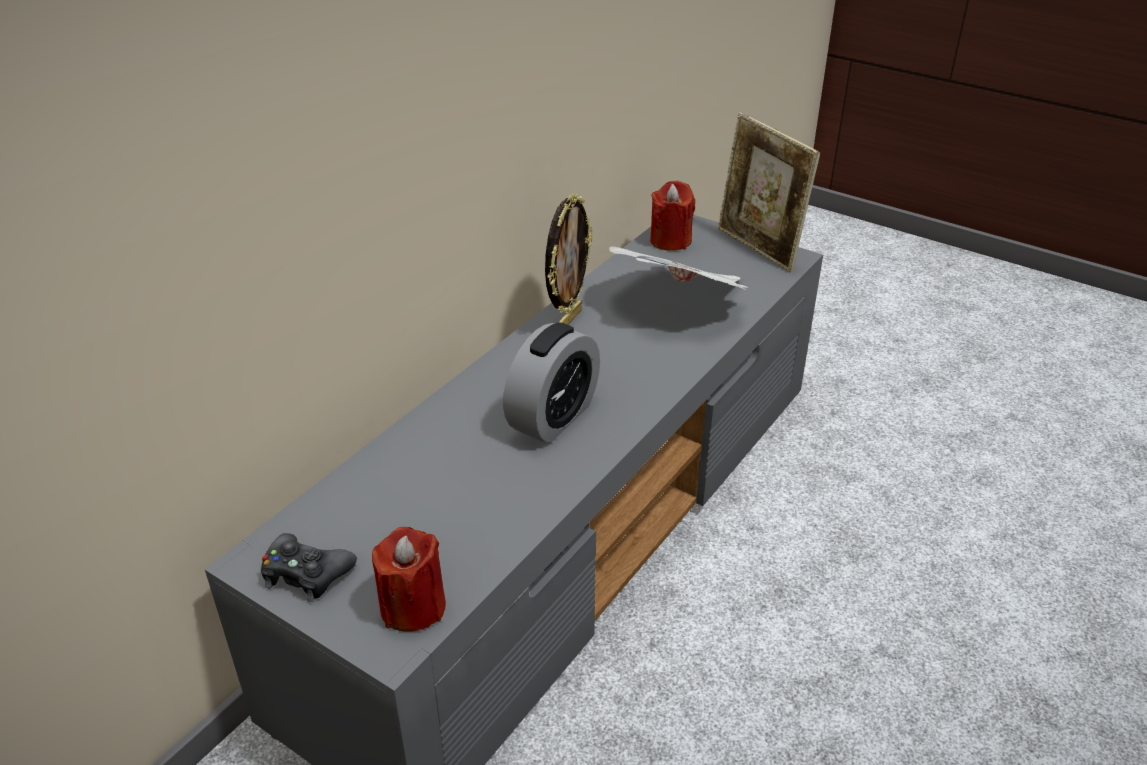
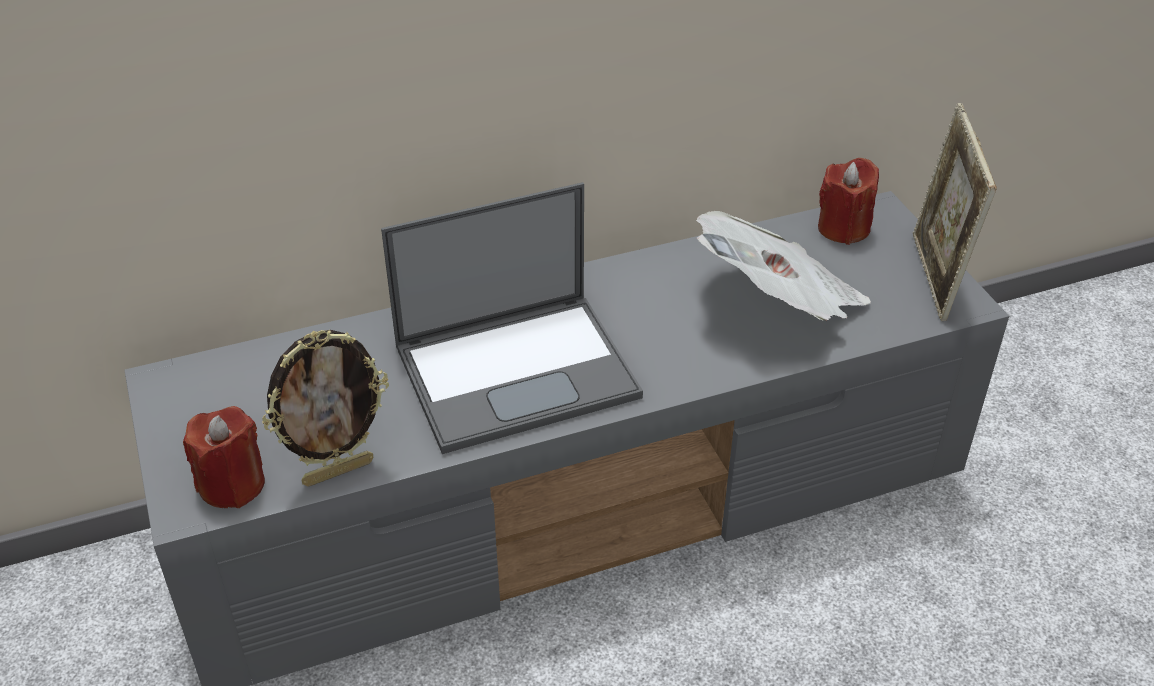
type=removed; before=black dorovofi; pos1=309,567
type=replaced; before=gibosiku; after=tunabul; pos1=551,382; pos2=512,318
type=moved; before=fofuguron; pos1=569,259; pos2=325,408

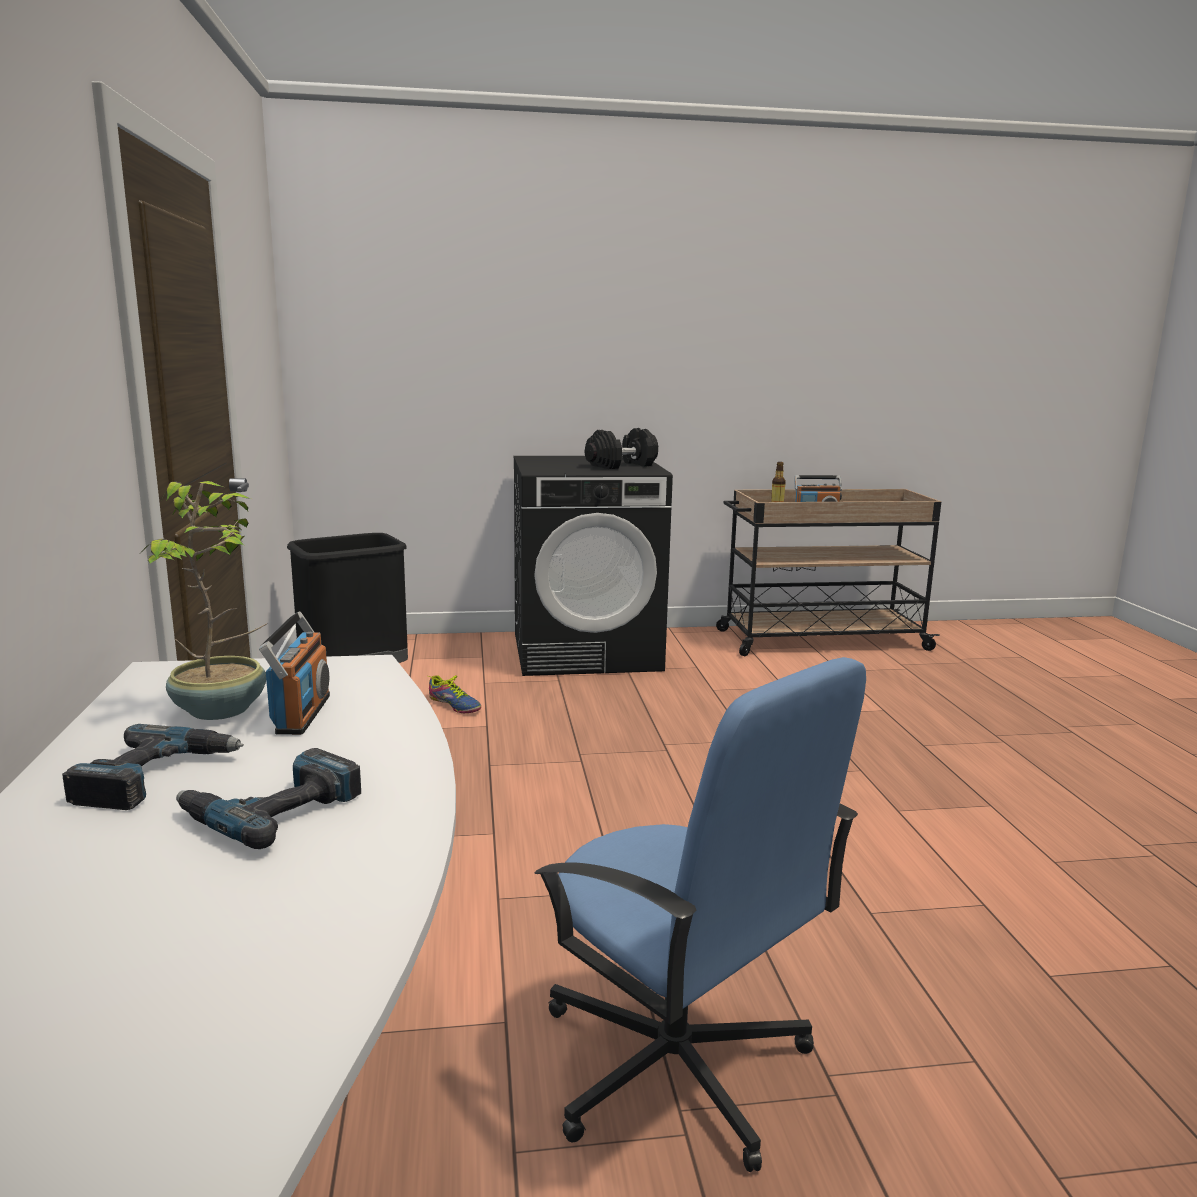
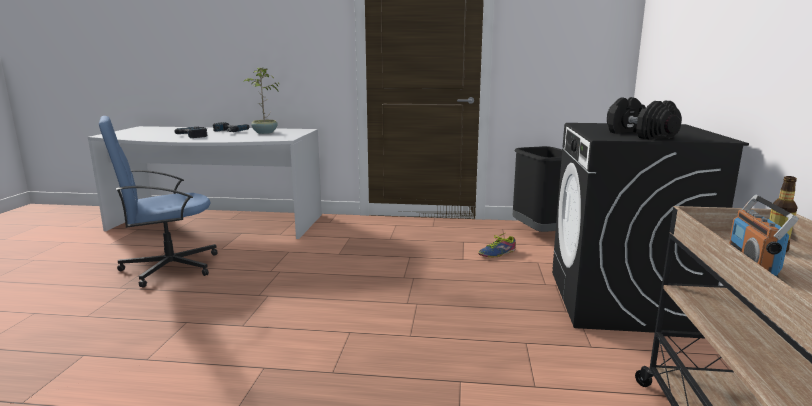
type=removed; before=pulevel; pos1=294,673

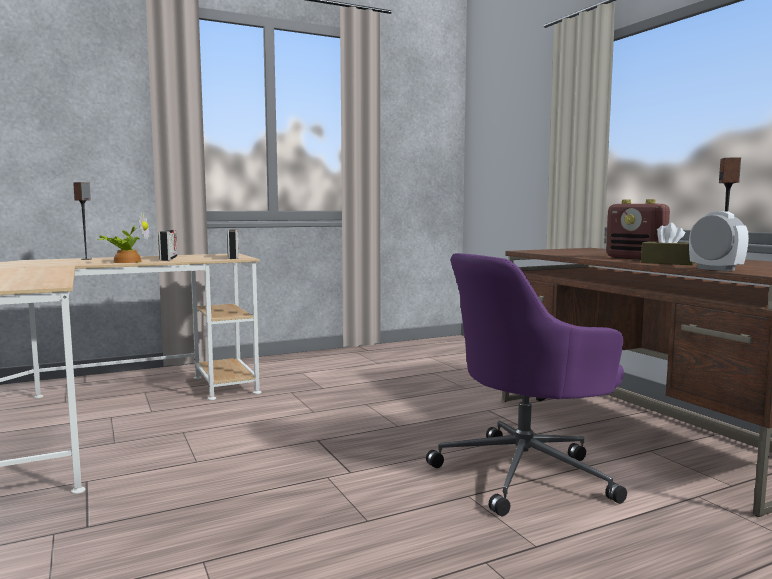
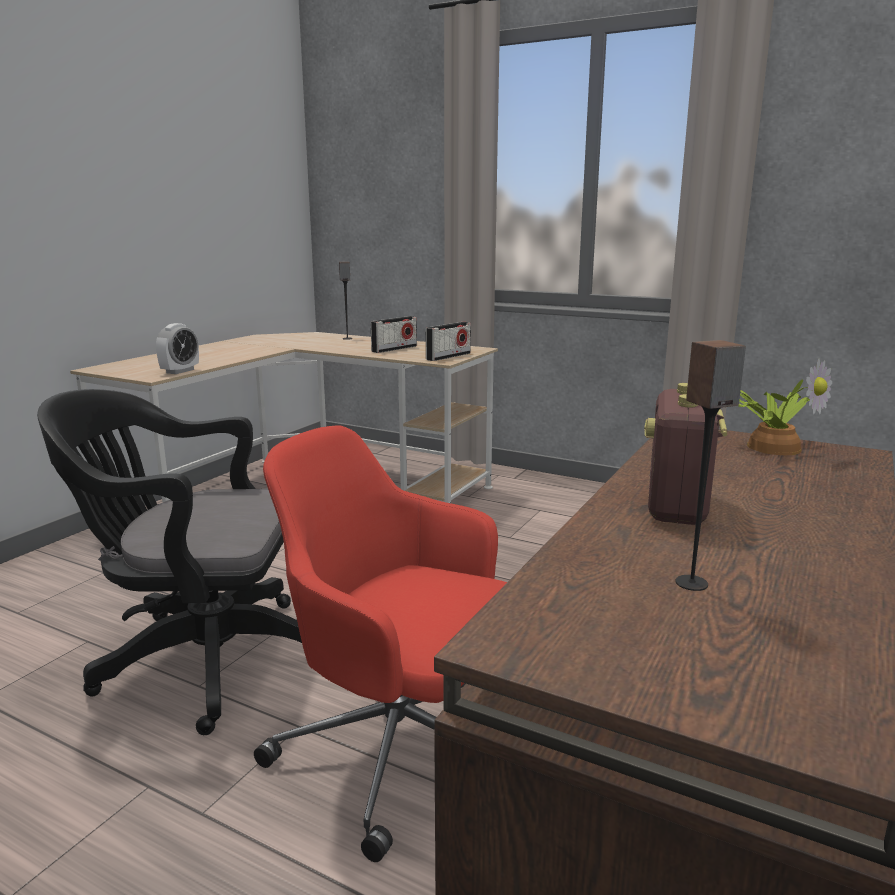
type=moved; before=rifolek; pos1=123,237; pos2=785,406
type=recoloured; before=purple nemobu; after=red nemobu; pos1=526,385; pos2=380,643
type=removed; before=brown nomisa; pos1=668,244
type=moved; before=gibosiku; pos1=719,241; pos2=177,348
type=added; after=black nemobu; pos2=169,562

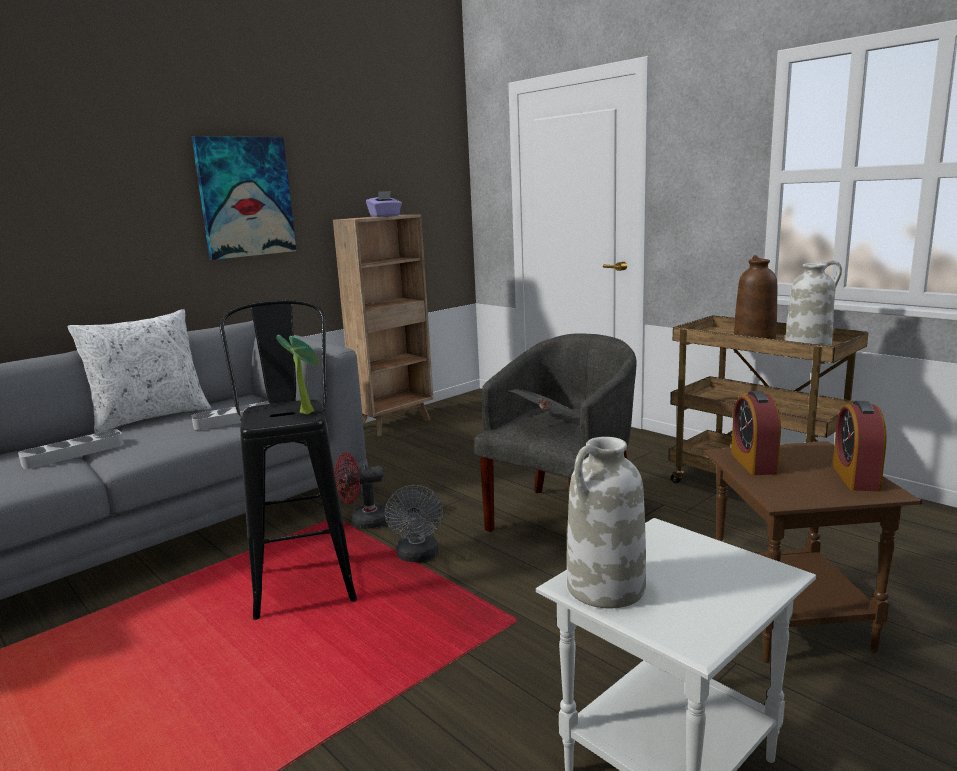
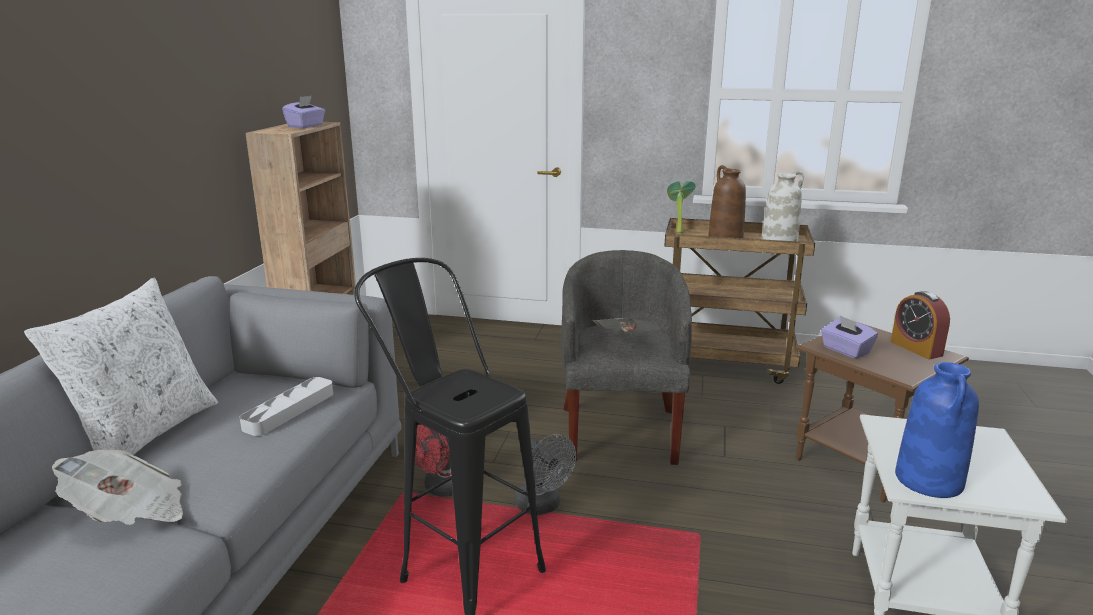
type=replaced; before=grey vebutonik; after=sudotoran; pos1=71,449; pos2=117,487
type=removed; before=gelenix; pos1=244,198
type=moved; before=rifolek; pos1=297,374; pos2=681,207
type=recoloured; before=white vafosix; after=blue vafosix; pos1=606,522; pos2=937,430
type=replaced; before=gibosiku; after=purple nomisa; pos1=756,433; pos2=849,337

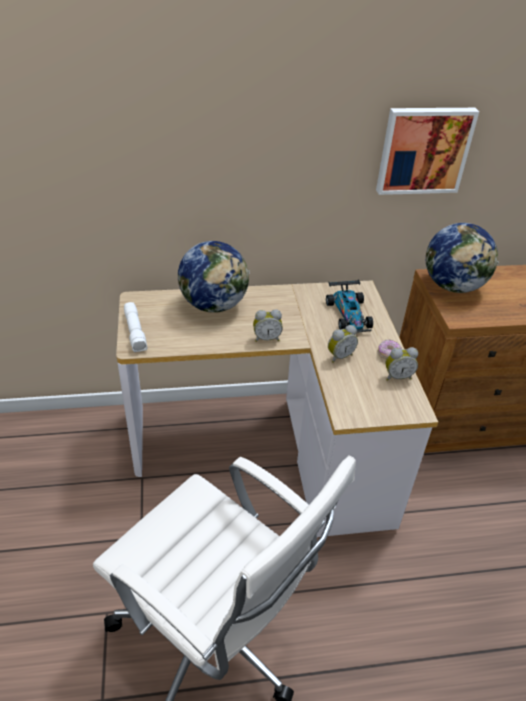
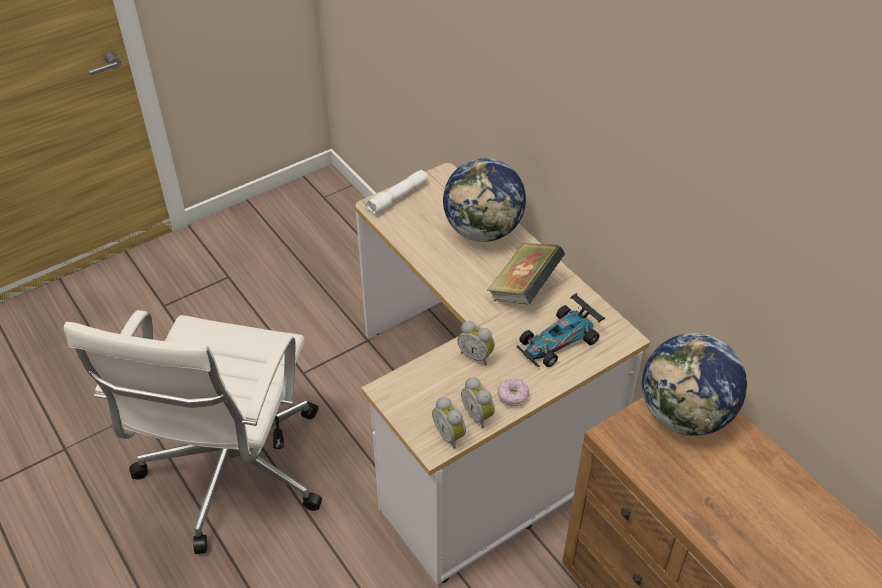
type=moved; before=gibosiku; pos1=268,325; pos2=449,423
type=removed; before=gelenix; pos1=427,151
type=added; after=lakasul; pos2=526,273

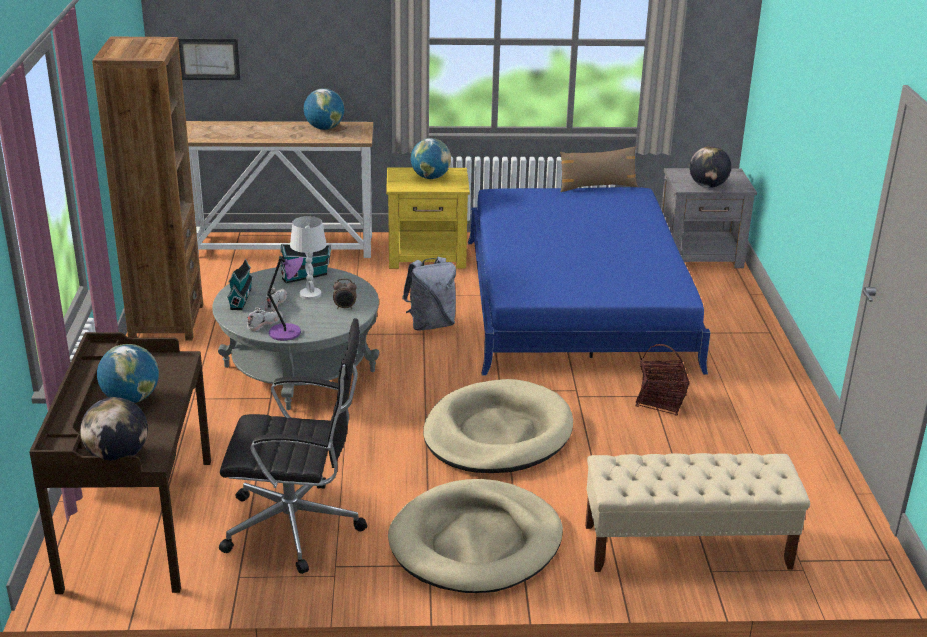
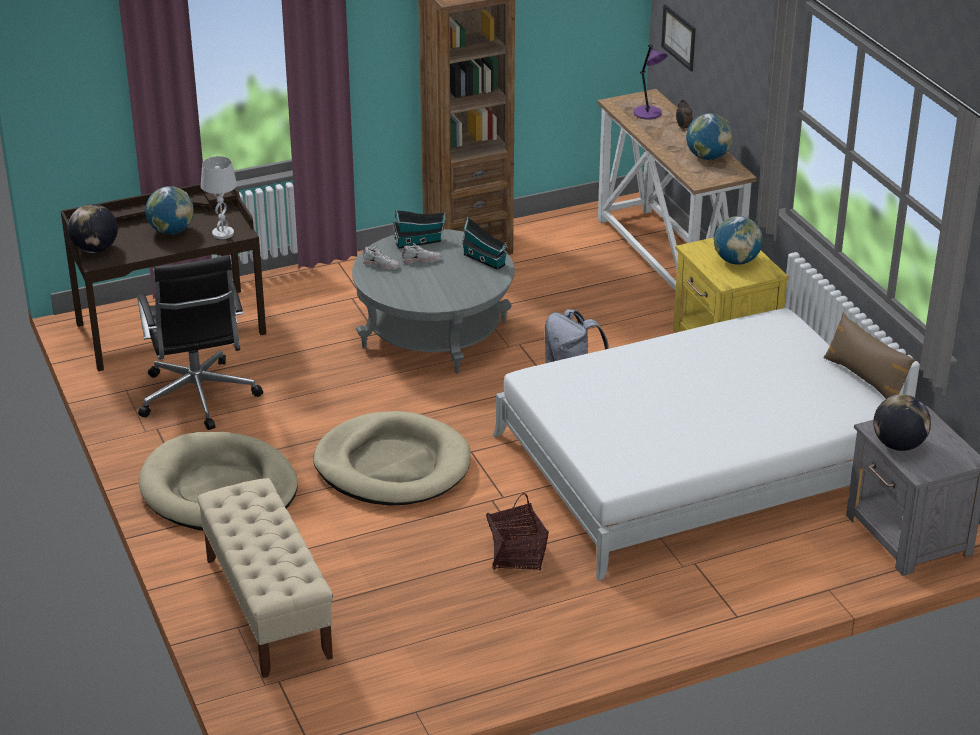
type=moved; before=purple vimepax; pos1=285,298; pos2=650,81
type=moved; before=white vimepax; pos1=308,258; pos2=219,197
type=moved; before=gibosiku; pos1=345,293; pos2=684,115
type=recoloured; before=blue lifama; after=white lifama; pos1=589,281; pos2=689,444

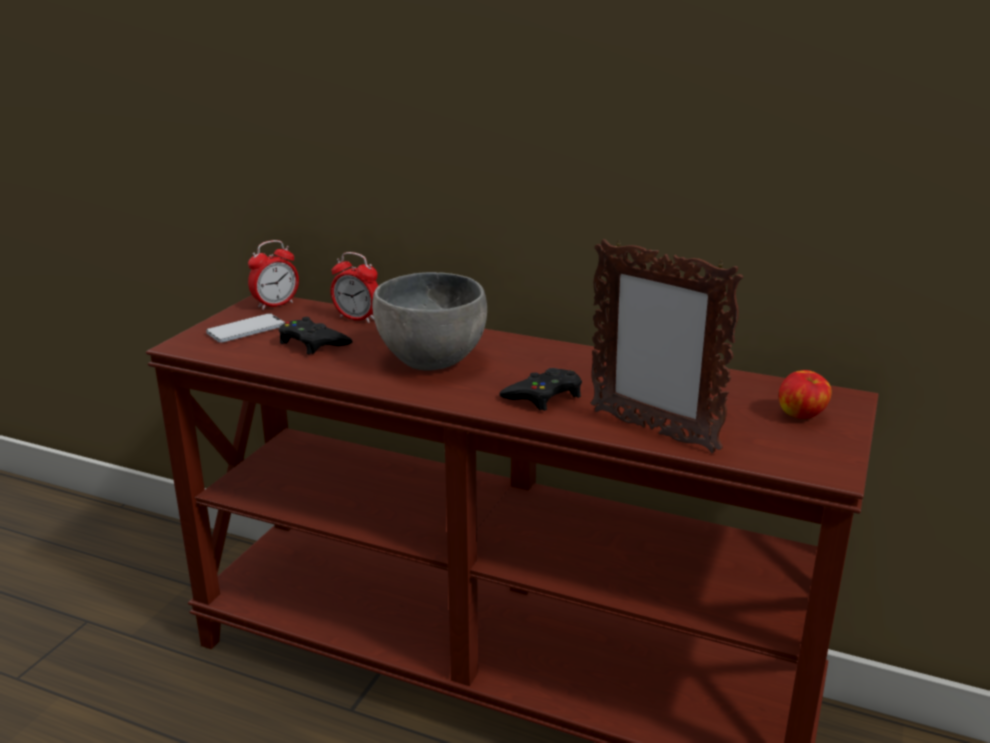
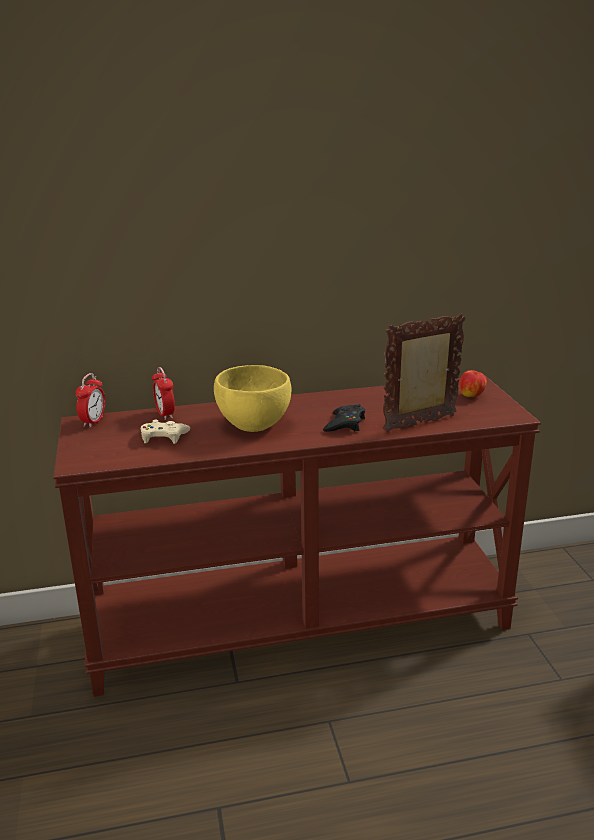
type=removed; before=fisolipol; pos1=245,328
type=recoloured; before=black dorovofi; after=beige dorovofi; pos1=316,335; pos2=165,432
type=turned; before=gibosiku; pos1=354,287; pos2=163,393; turn=75
type=recoloured; before=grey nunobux; after=yellow nunobux; pos1=429,321; pos2=252,398
type=turned; before=fofuguron; pos1=667,346; pos2=424,372; turn=150

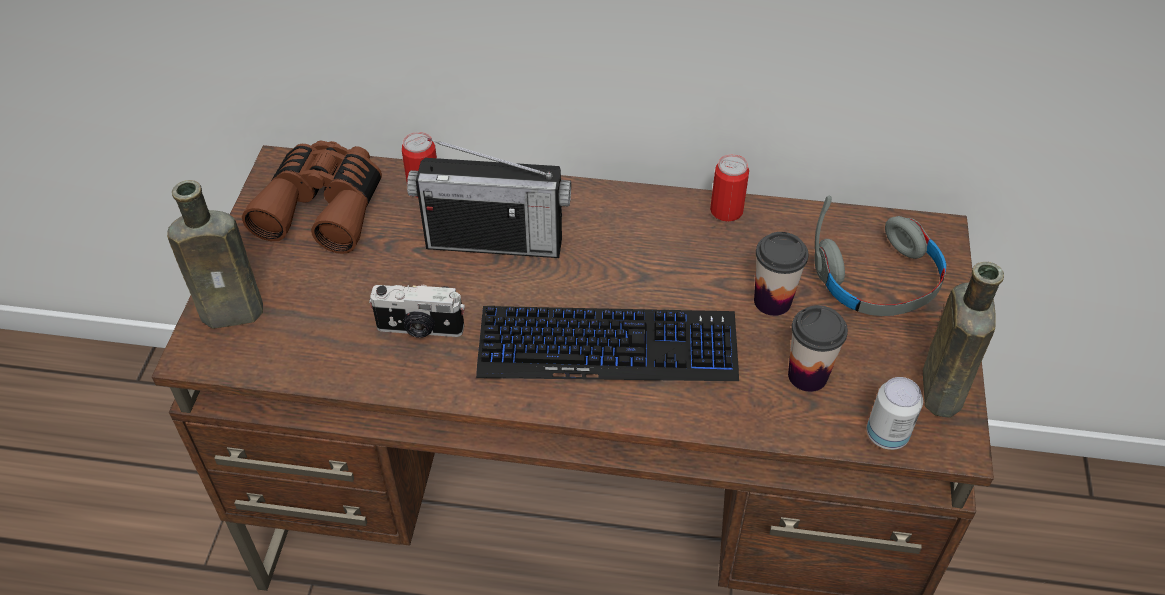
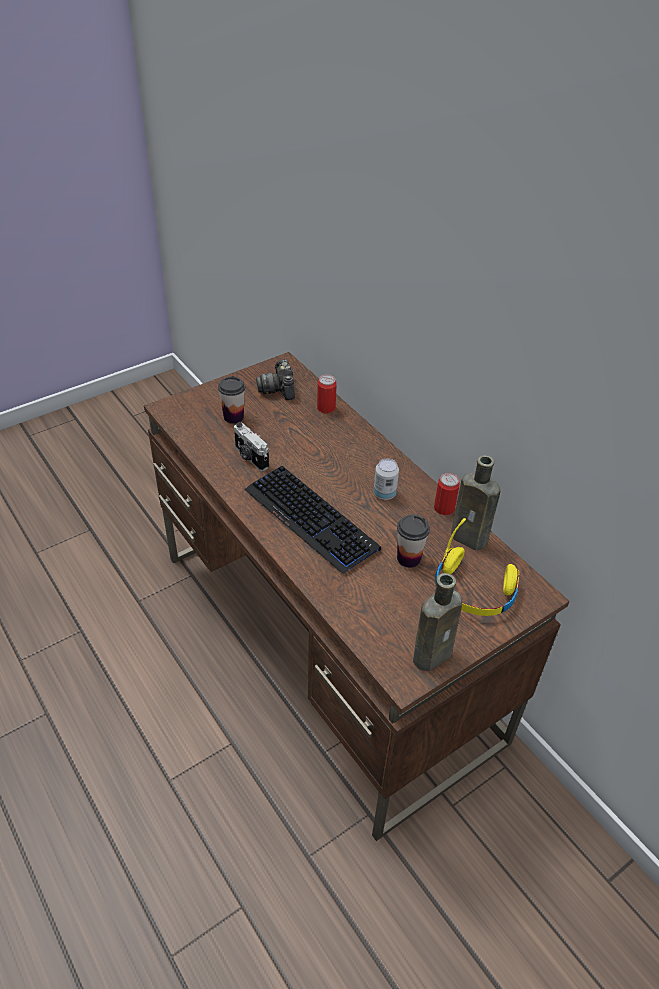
type=moved; before=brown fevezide; pos1=215,254; pos2=475,502
type=replaced; before=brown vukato; after=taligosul; pos1=312,197; pos2=275,379
type=removed; before=pulevel; pos1=489,198
type=moved; before=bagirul; pos1=818,348; pos2=231,400
type=recoloured; before=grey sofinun; after=yellow sofinun; pos1=880,256; pos2=477,567
type=moved; before=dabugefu; pos1=895,413; pos2=386,479

